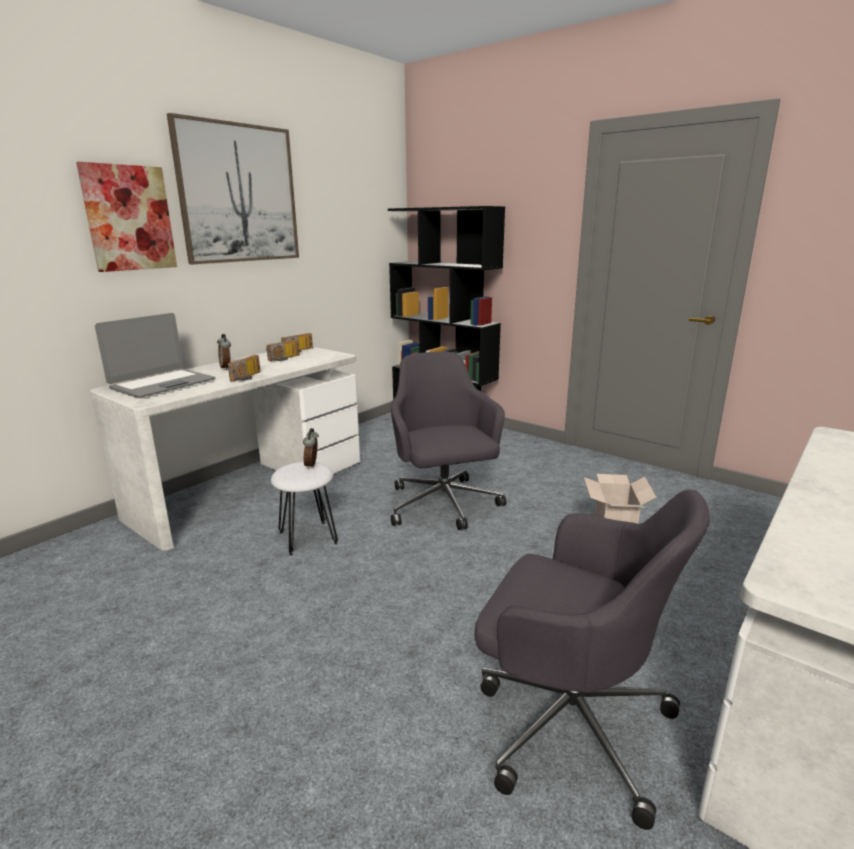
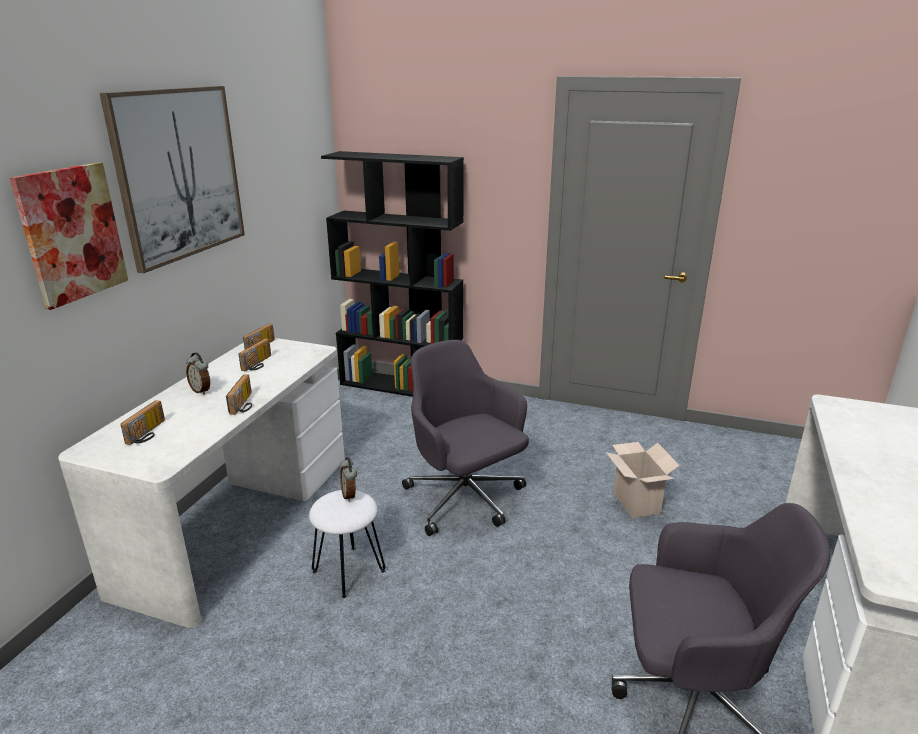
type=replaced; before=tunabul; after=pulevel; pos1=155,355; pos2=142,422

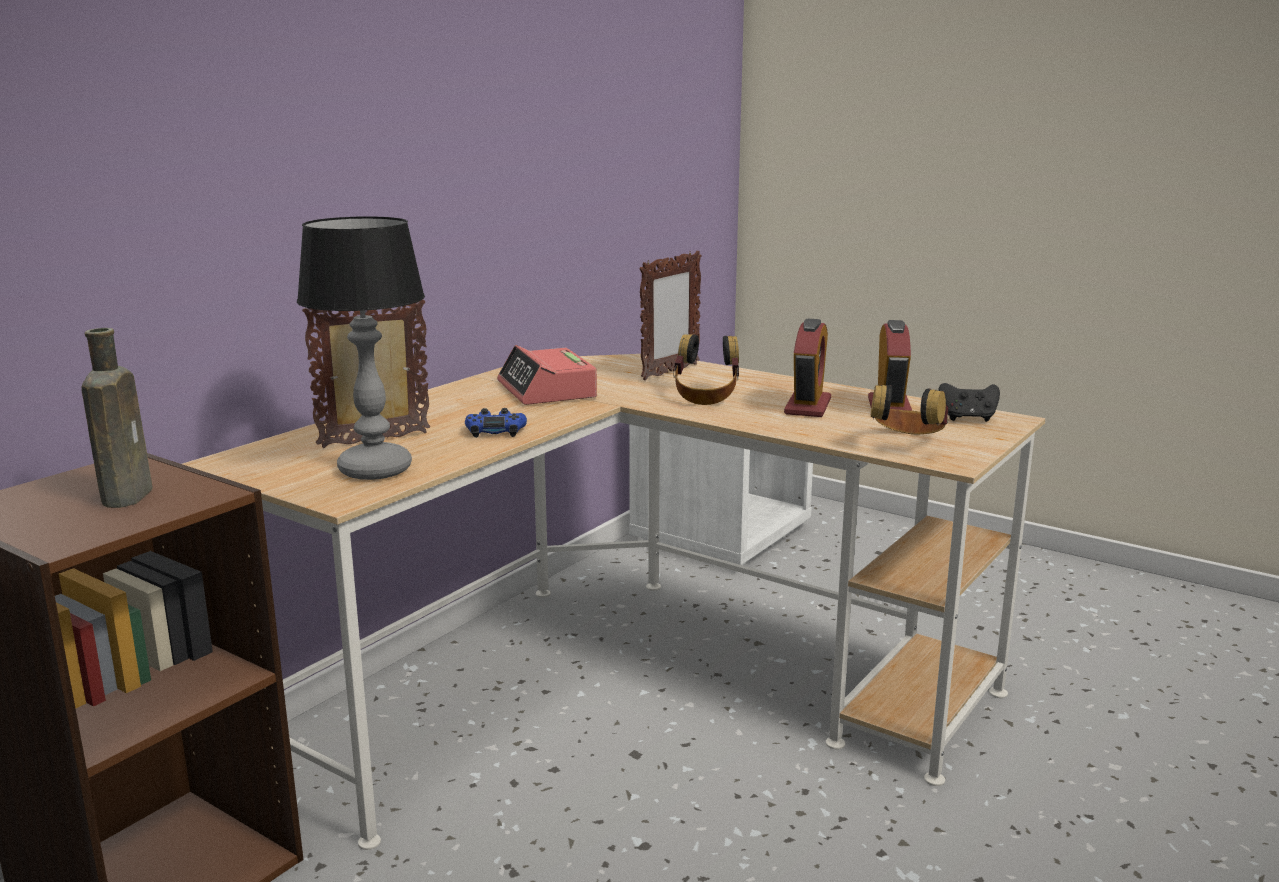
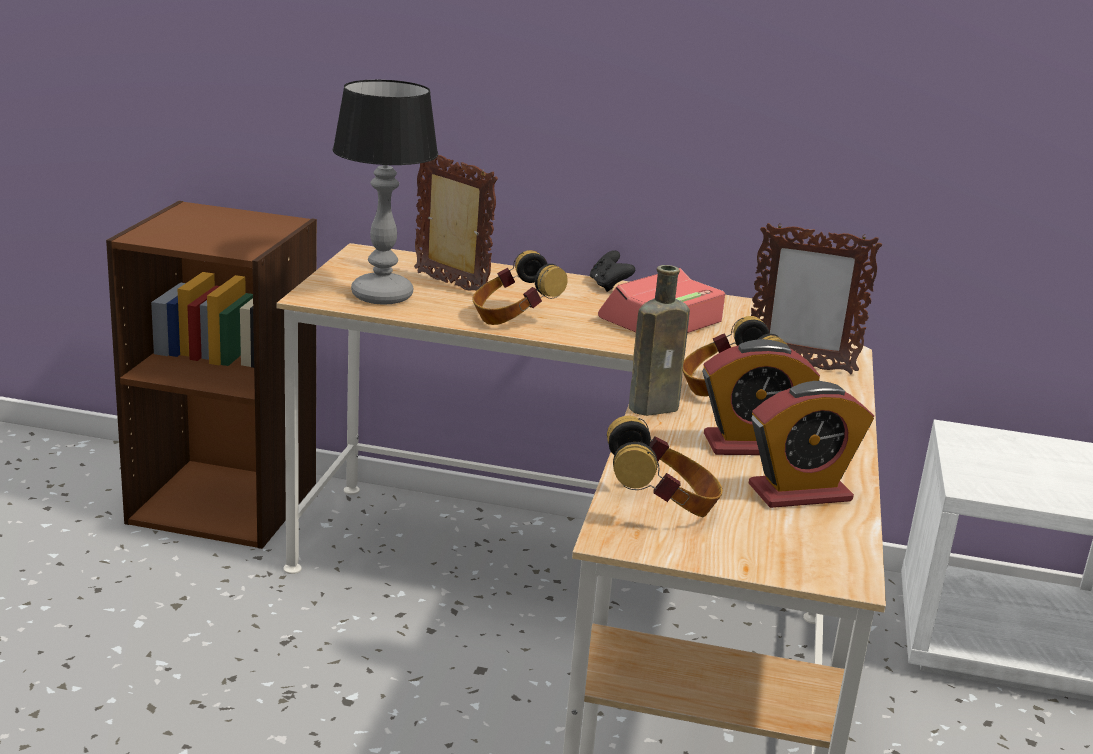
type=moved; before=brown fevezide; pos1=117,418; pos2=659,340
type=replaced; before=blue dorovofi; after=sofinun; pos1=496,423; pos2=520,287
type=moved; before=black dorovofi; pos1=969,402; pos2=612,271

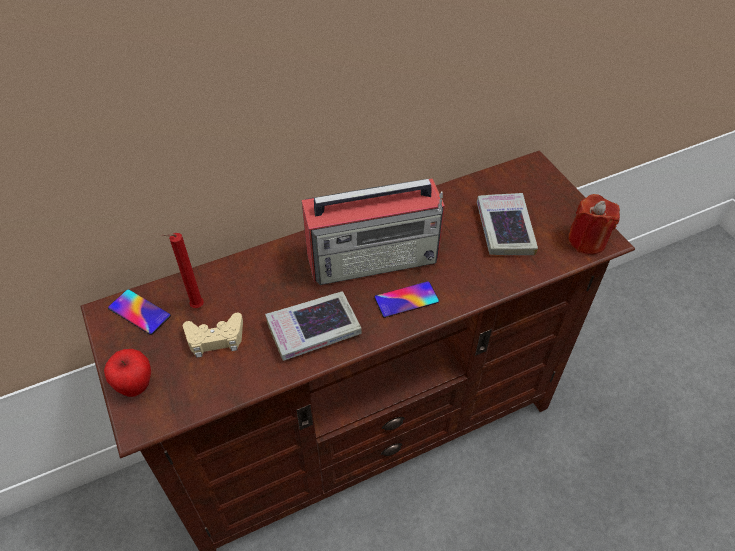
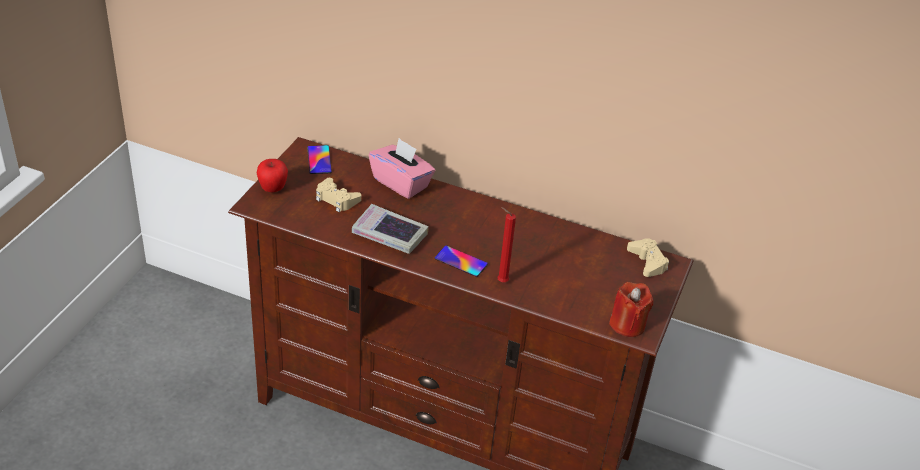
type=moved; before=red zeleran; pos1=182,270; pos2=506,244
type=removed; before=pulevel; pos1=373,231
type=removed; before=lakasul; pos1=507,224
type=added; after=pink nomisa; pos2=401,168
type=added; after=beige dorovofi; pos2=648,257

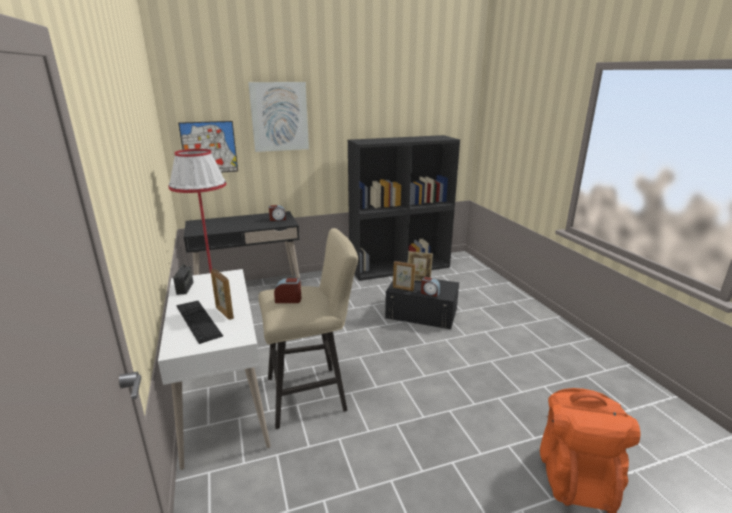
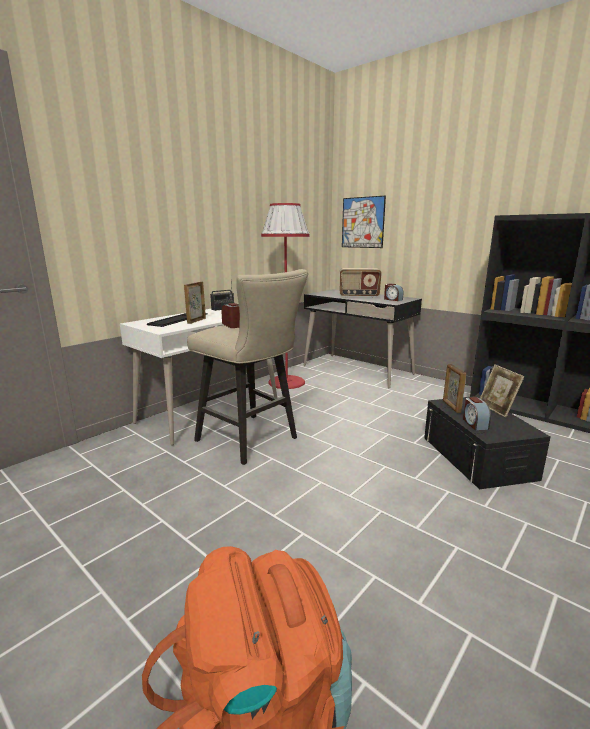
type=removed; before=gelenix; pos1=278,117
type=added; after=pulevel; pos2=361,283

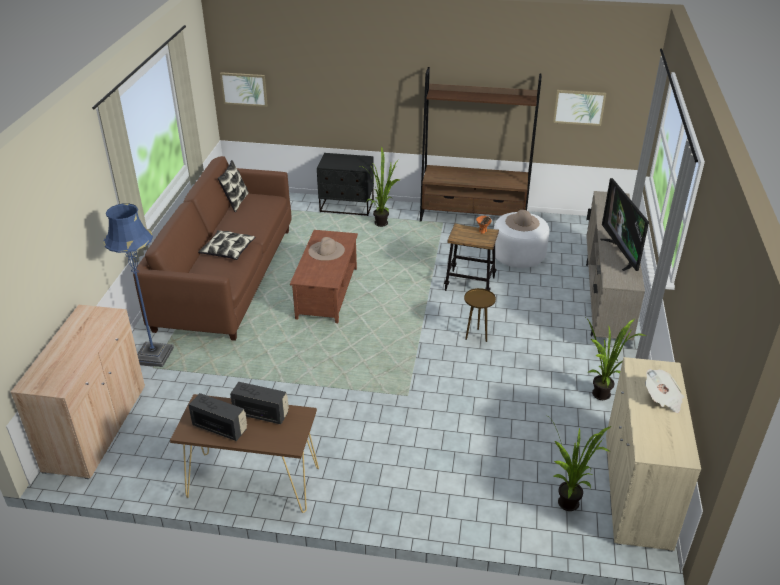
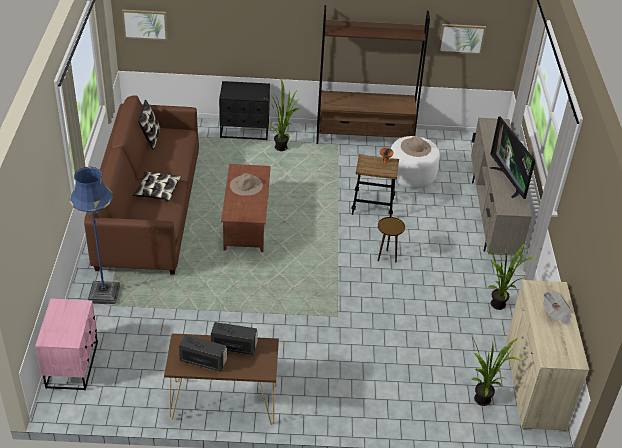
type=replaced; before=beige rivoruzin; after=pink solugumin; pos1=78,392; pos2=66,344

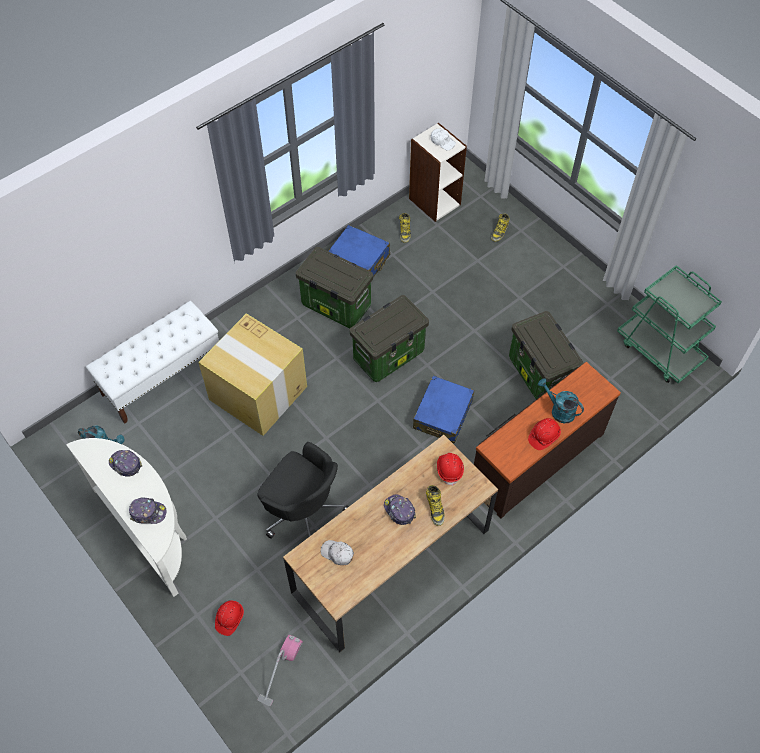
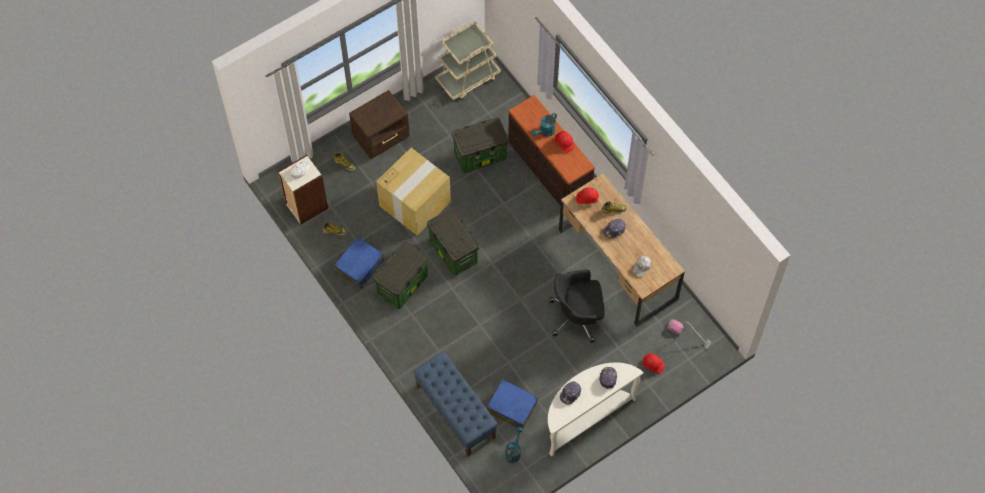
type=recoloured; before=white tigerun; after=blue tigerun; pos1=152,362; pos2=455,404
type=moved; before=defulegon; pos1=252,374; pos2=413,191
type=turned; before=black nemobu; pos1=303,490; pos2=577,306; turn=-135
type=moved; before=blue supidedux; pos1=443,410; pos2=512,404
type=recoloured; before=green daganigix; after=beige daganigix; pos1=669,324; pos2=468,60
type=added; after=brown solugumin; pos2=379,124

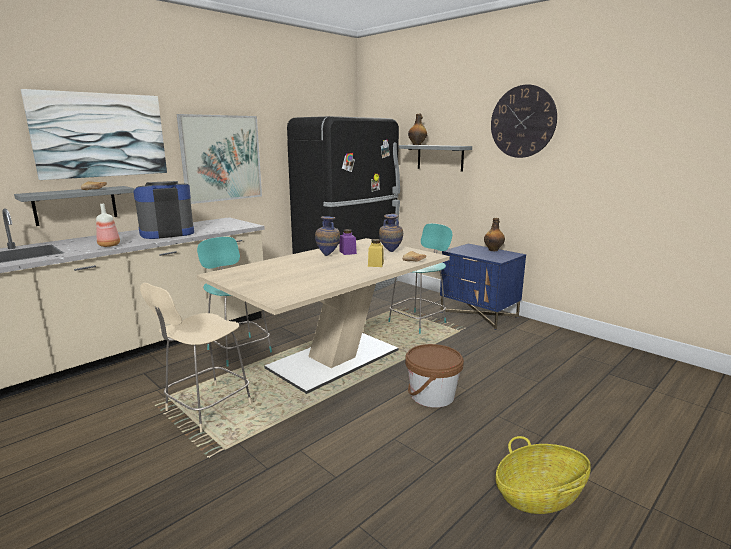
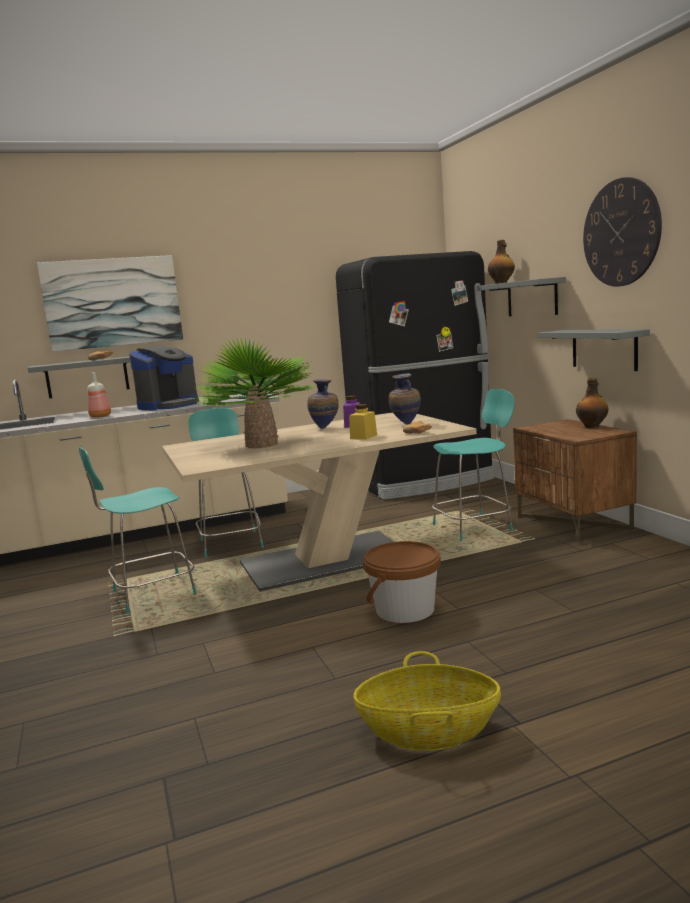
type=turned; before=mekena; pos1=164,210; pos2=164,378; turn=135
type=recoloured; before=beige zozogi; after=turquoise zozogi; pos1=196,357; pos2=138,530
type=removed; before=gelenix; pos1=219,159
type=recoloured; before=blue solugumin; after=brown solugumin; pos1=483,287; pos2=575,481
type=added; after=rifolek; pos2=255,392
type=added; after=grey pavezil; pos2=594,350

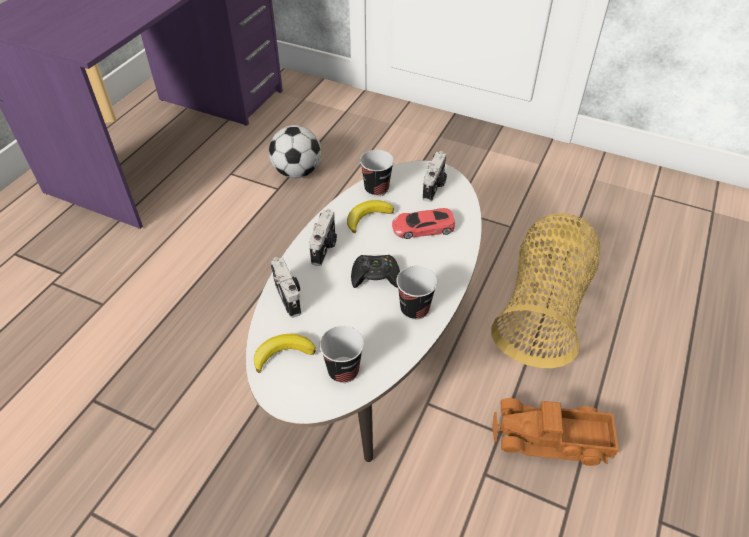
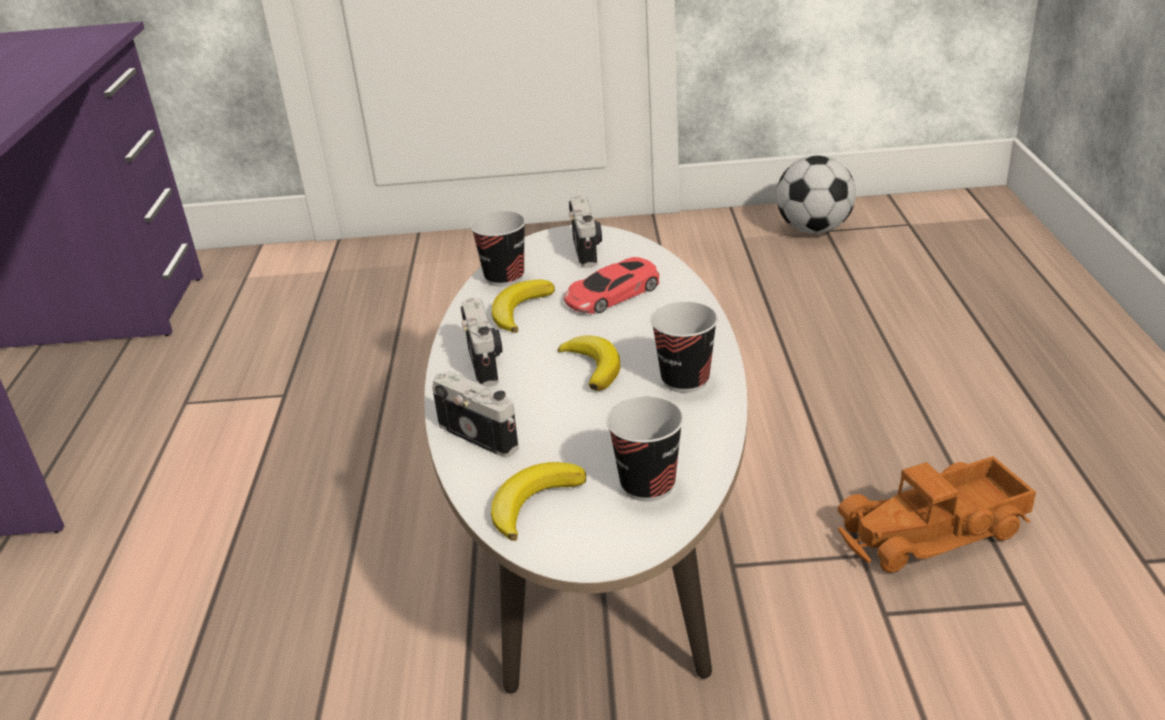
type=moved; before=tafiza; pos1=295,151; pos2=816,194
type=replaced; before=black dorovofi; after=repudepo; pos1=375,271; pos2=589,363
type=removed; before=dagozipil; pos1=545,290

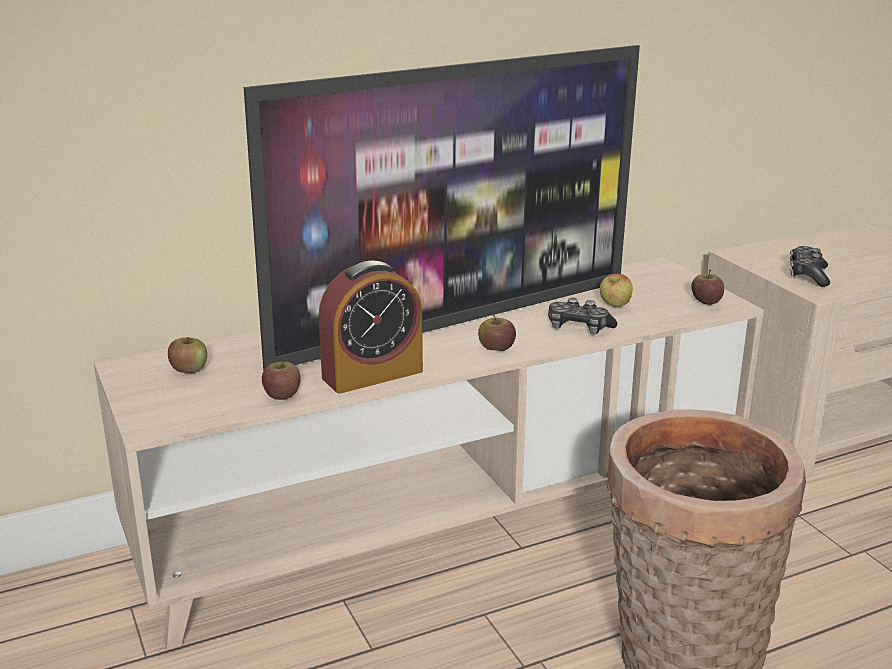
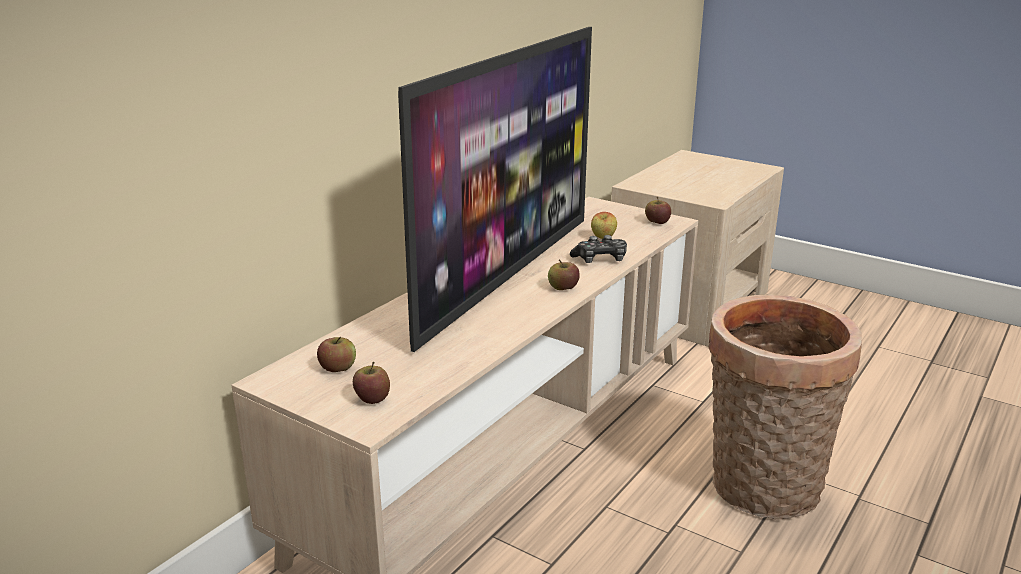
type=moved; before=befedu; pos1=281,379; pos2=371,383
type=removed; before=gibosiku; pos1=371,327
type=removed; before=dorovofi; pos1=810,266

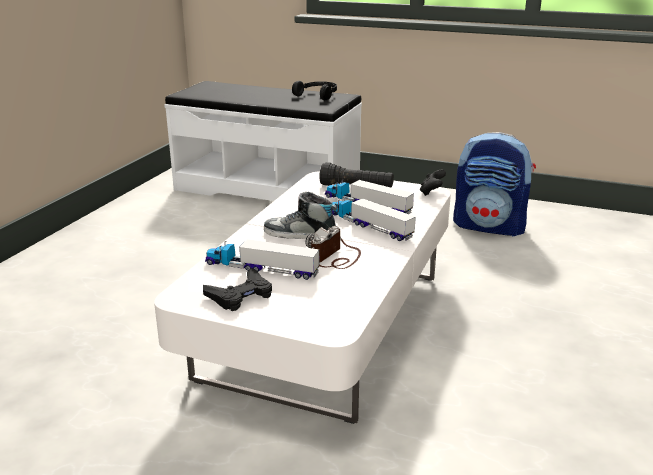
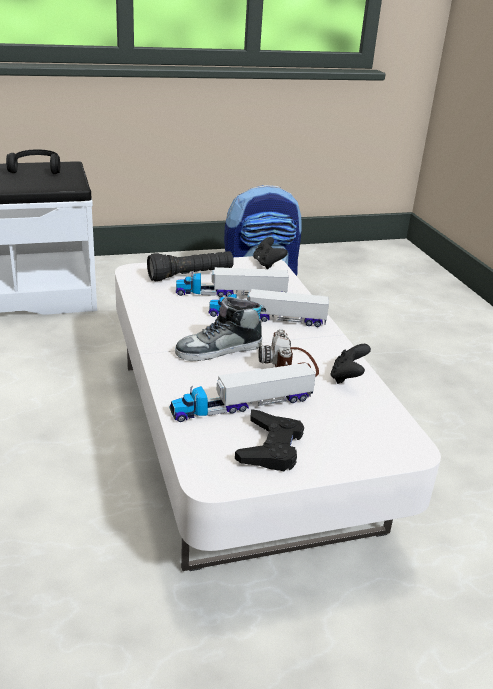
type=added; after=black dorovofi; pos2=350,364

